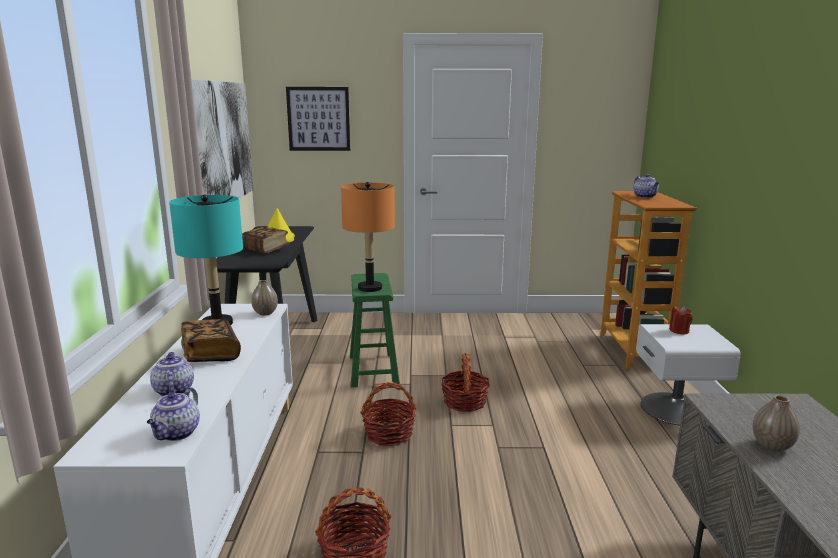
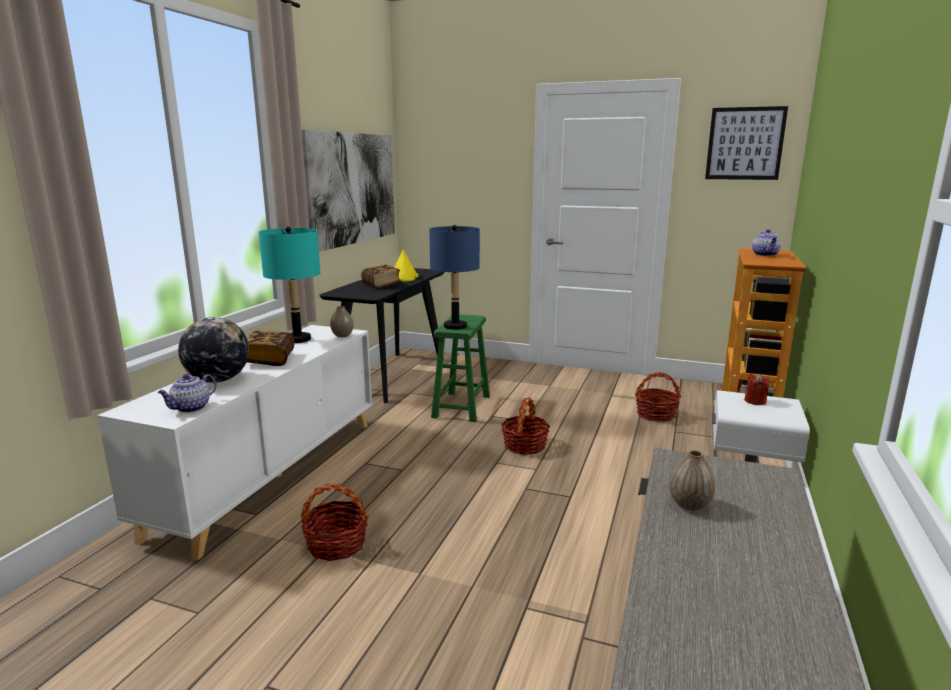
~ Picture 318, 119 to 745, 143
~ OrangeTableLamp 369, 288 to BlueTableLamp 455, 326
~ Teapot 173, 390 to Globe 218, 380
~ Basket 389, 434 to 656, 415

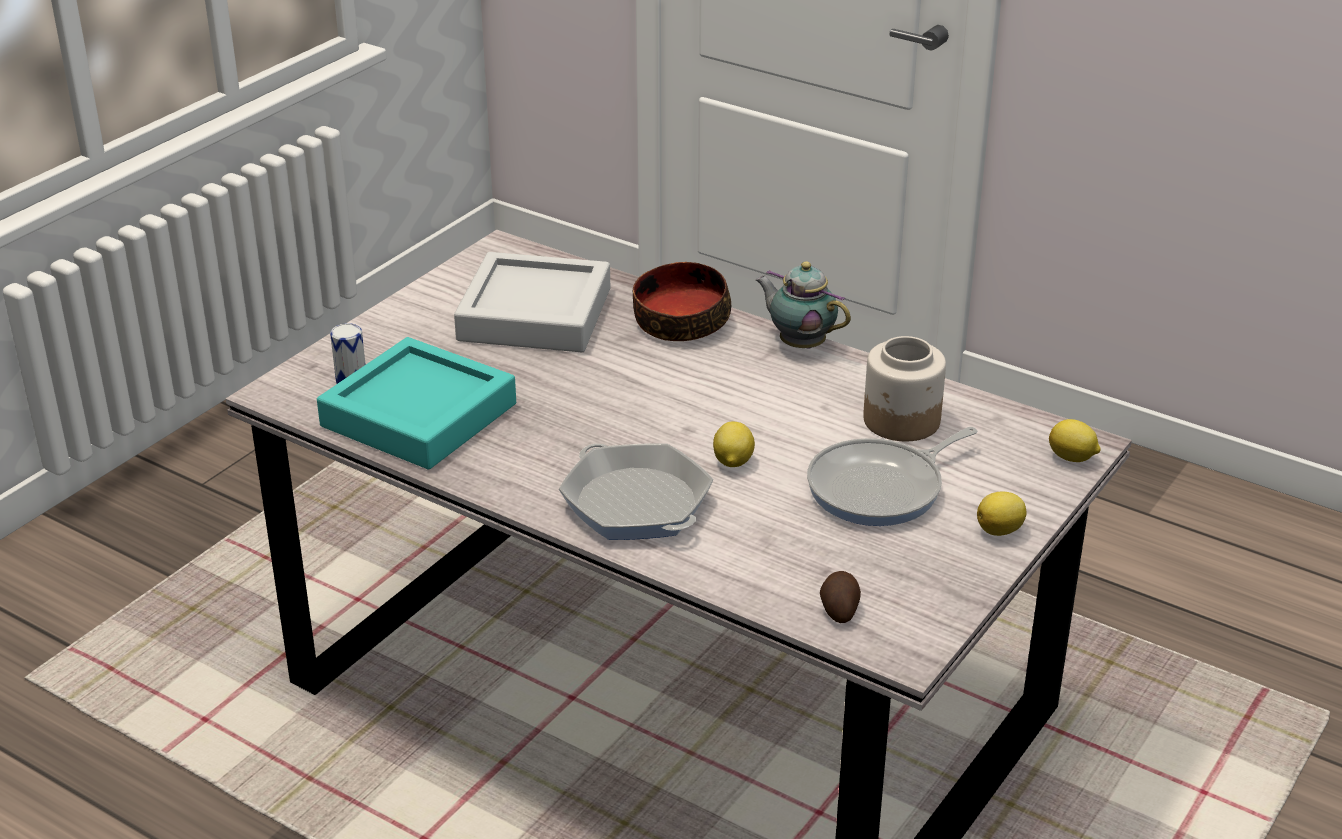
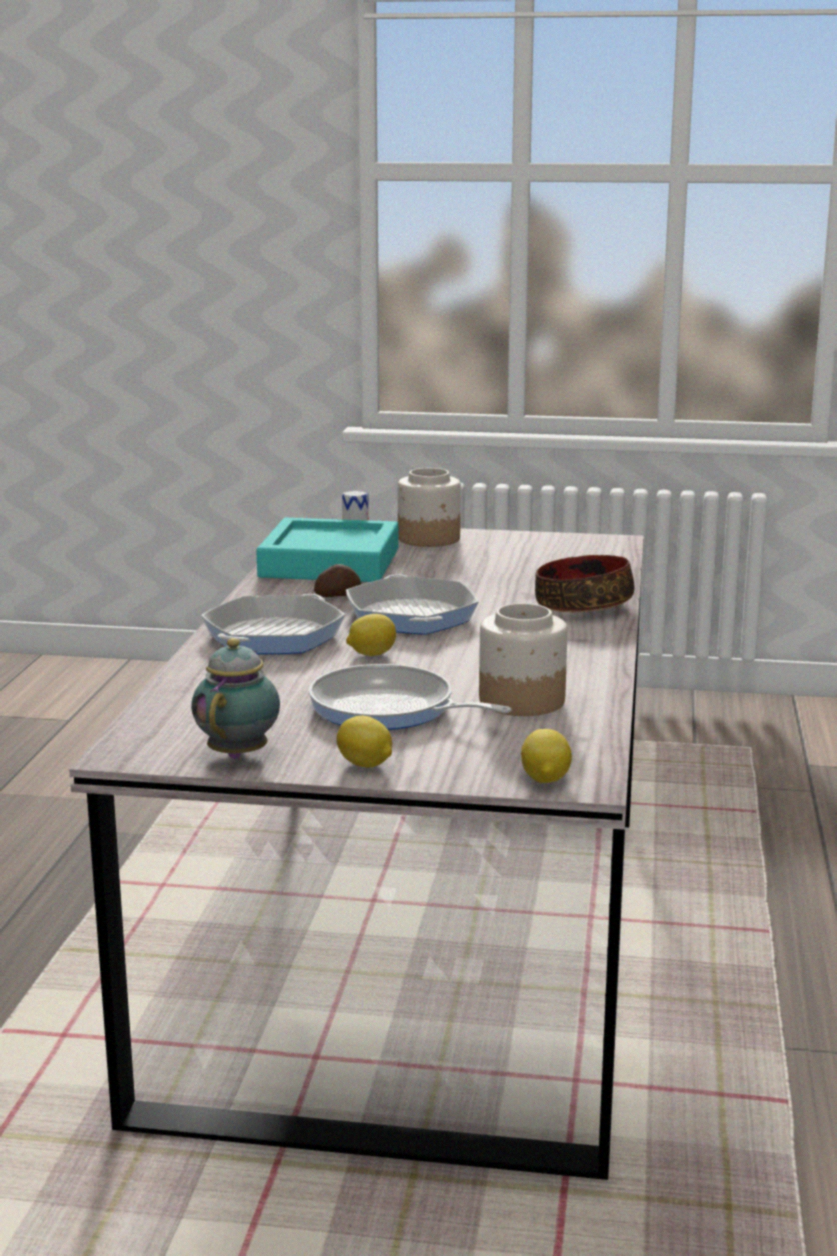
- GreyTray 535, 314
~ Teapot 799, 344 to 240, 753
~ Potato 839, 609 to 337, 595
+ Jar 429, 539
+ FryingPan 411, 616

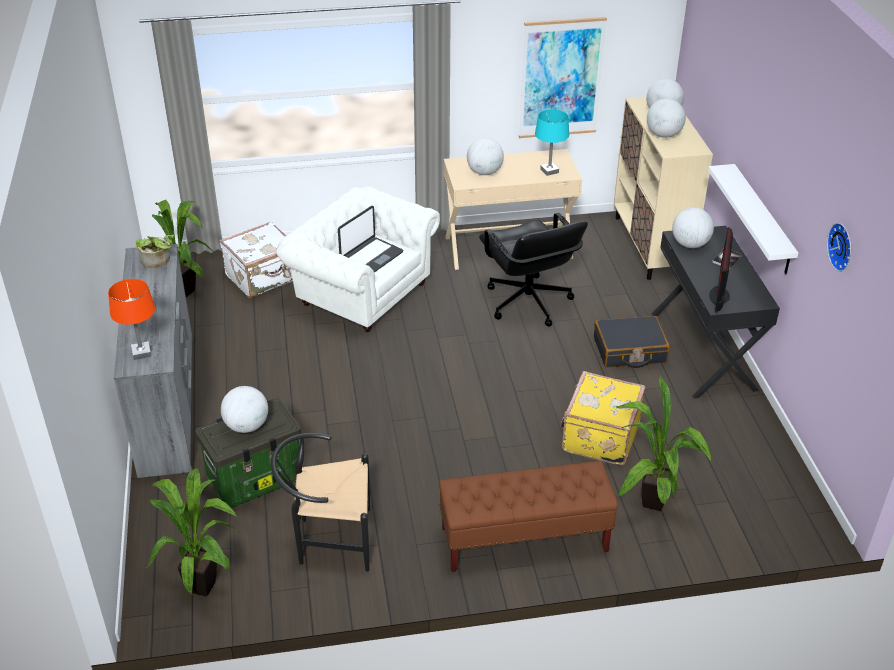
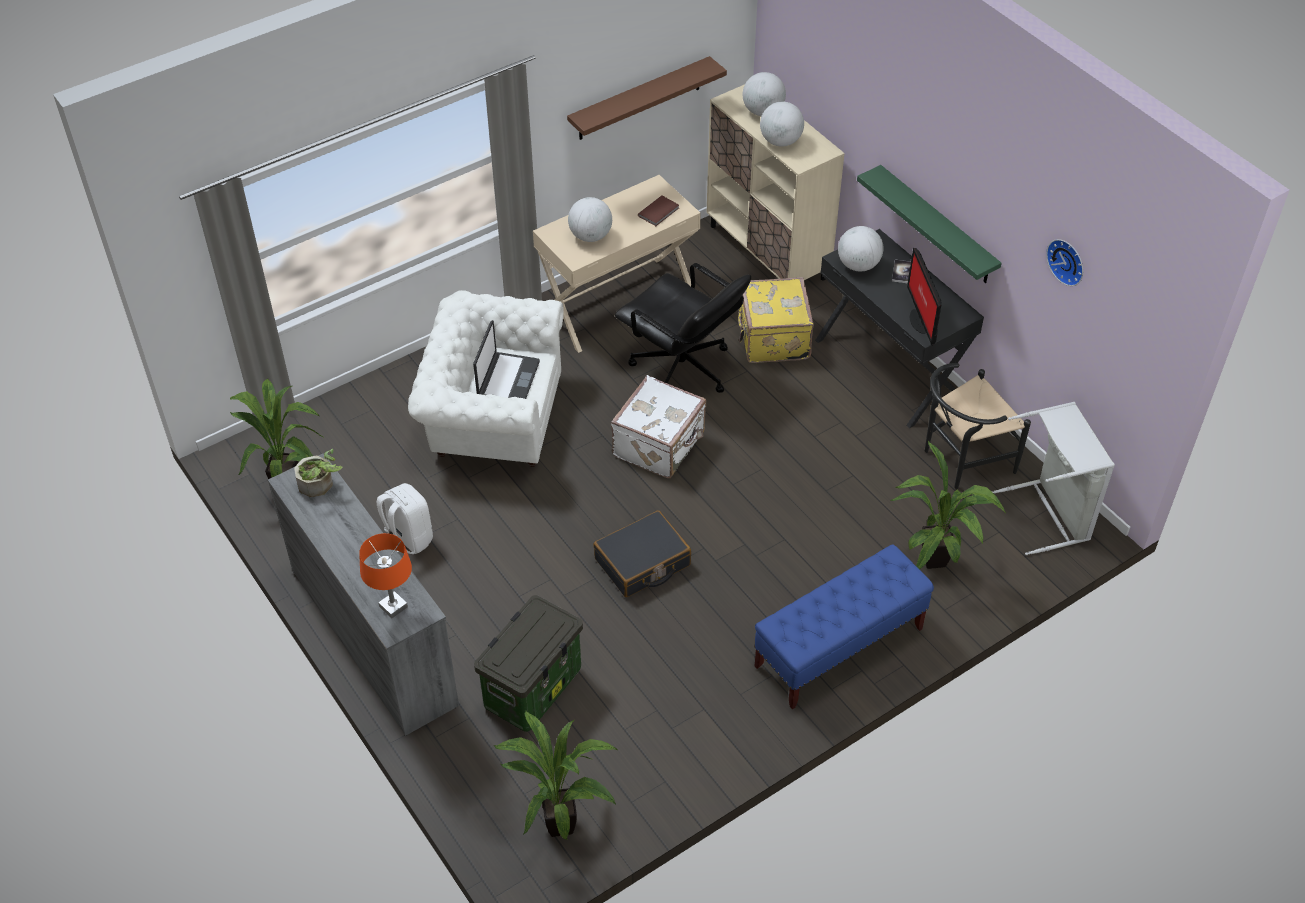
~ Picture 561, 78 to BrownShelf 639, 99
~ TurquoiseTableLamp 549, 171 to BrownBook 659, 212
~ WhiteShelf 762, 220 to GreenShelf 937, 226
~ WhiteSuitcase 263, 278 to 660, 445
~ BlackSuitcase 629, 351 to 642, 563
~ YellowSuitcase 599, 436 to 772, 338
- Globe 247, 426
~ BlackChair 328, 540 to 961, 460
~ BrownBench 524, 540 to BlueBench 838, 648
+ GreyLaundryBasket 1049, 514
+ WhiteBackpack 407, 538

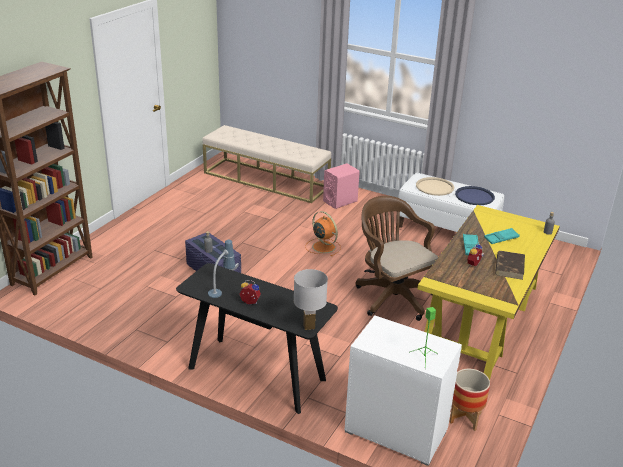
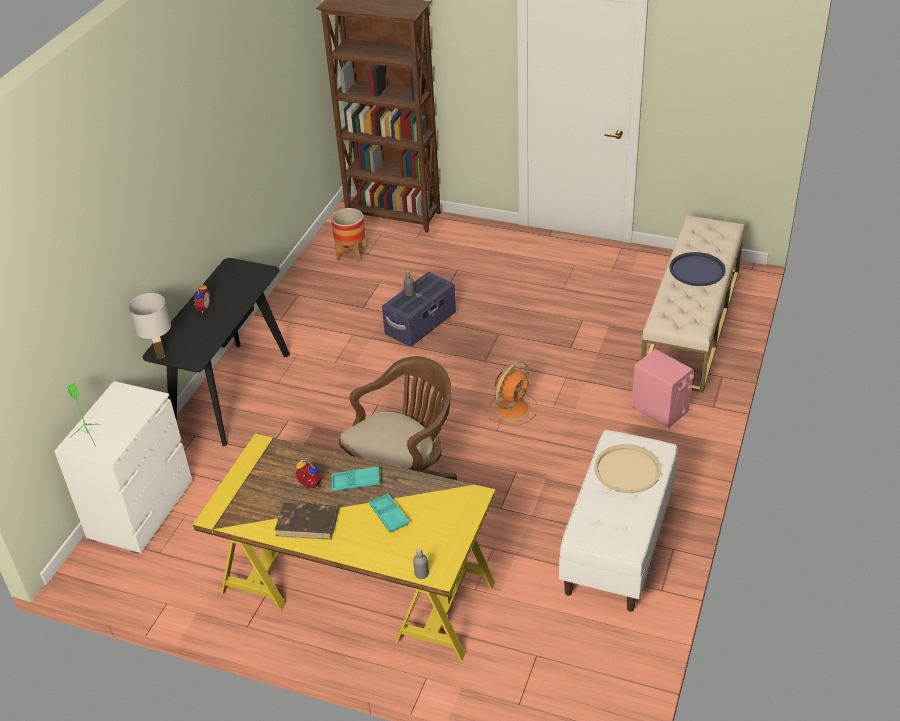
~ BlueTray 474, 196 to 697, 270
- TableLamp 222, 289
~ Planter 465, 418 to 351, 254

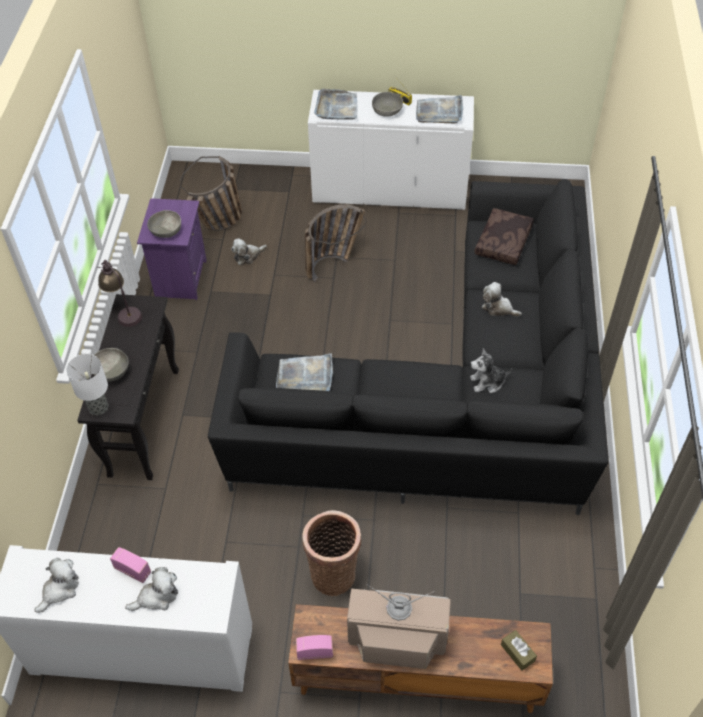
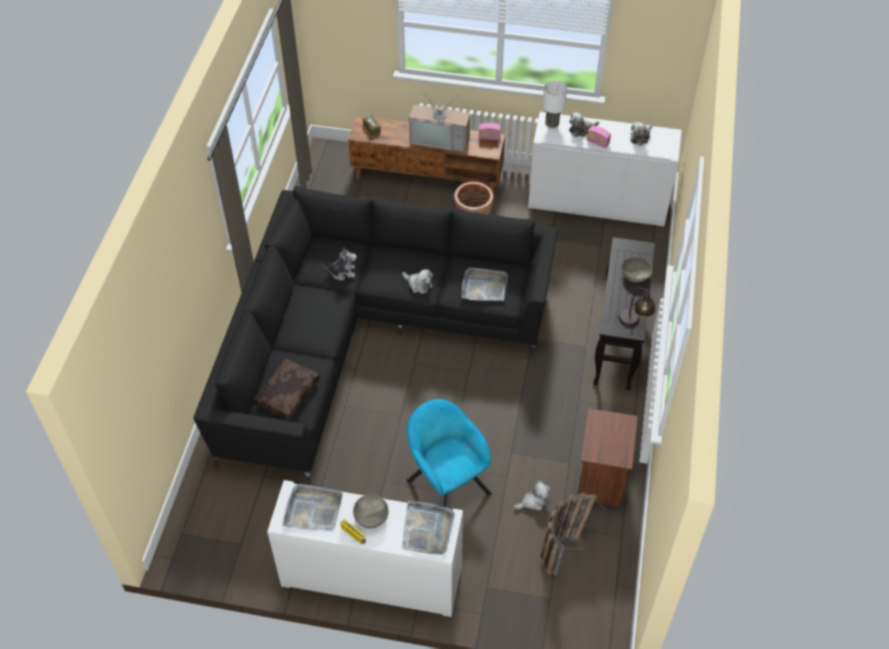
~ PurpleNightstand 179, 278 to BrownNightstand 602, 481
~ Basket 333, 263 to TurquoiseArmchair 446, 483
- GreyBowl 166, 231
~ PlushToy 498, 308 to 418, 284
~ TableLamp 99, 407 to 551, 123

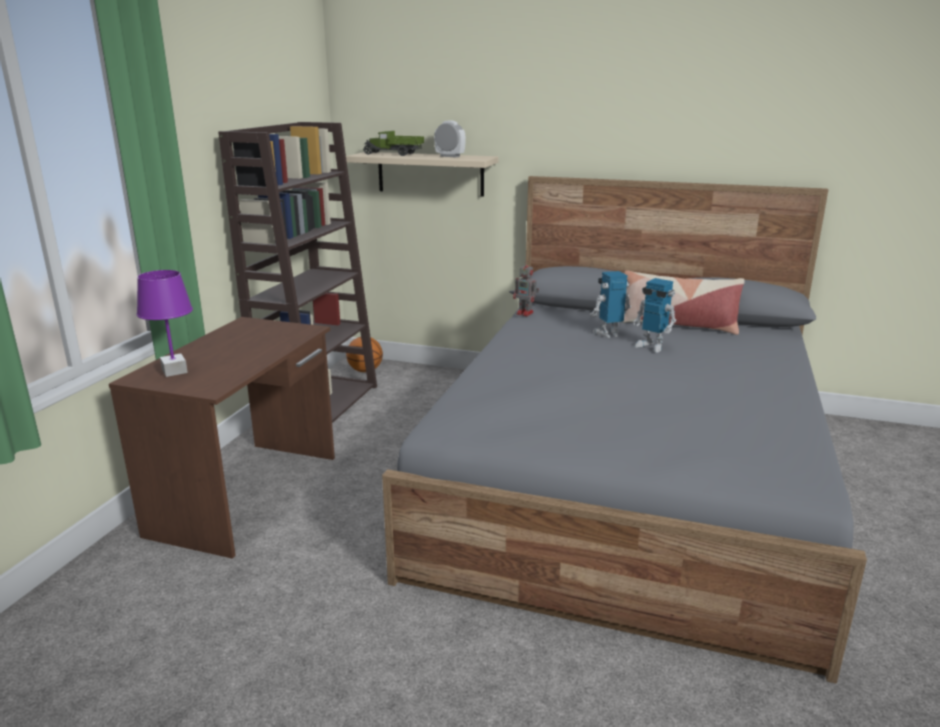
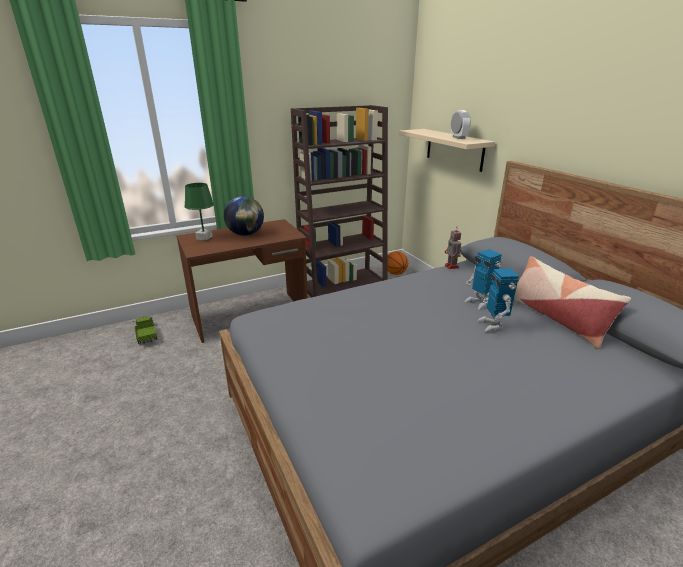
~ ToyTruck 394, 154 to 146, 335
~ PurpleTableLamp 174, 371 to GreenTableLamp 204, 238
~ ToyRobot 608, 334 = 479, 303 150 degrees counterclockwise
+ Globe 246, 234

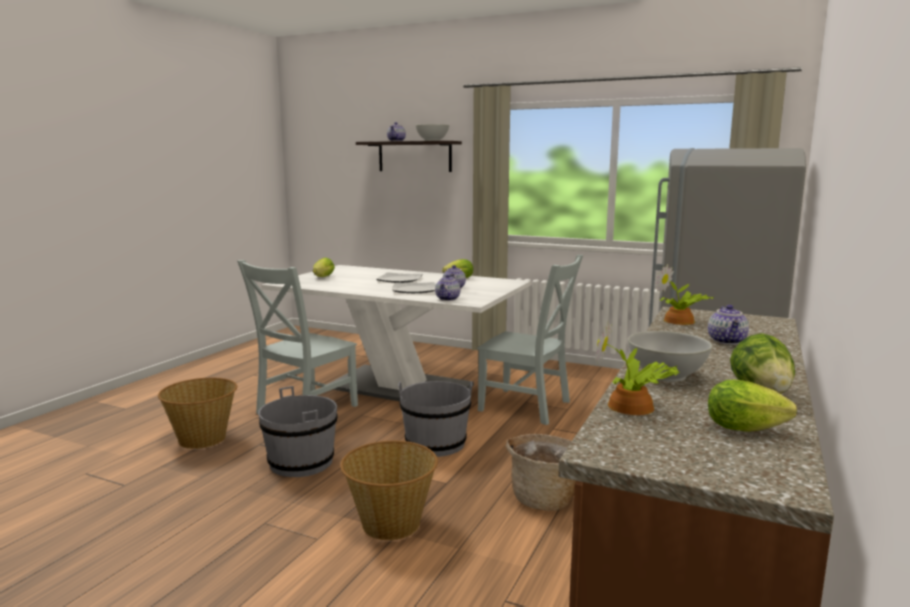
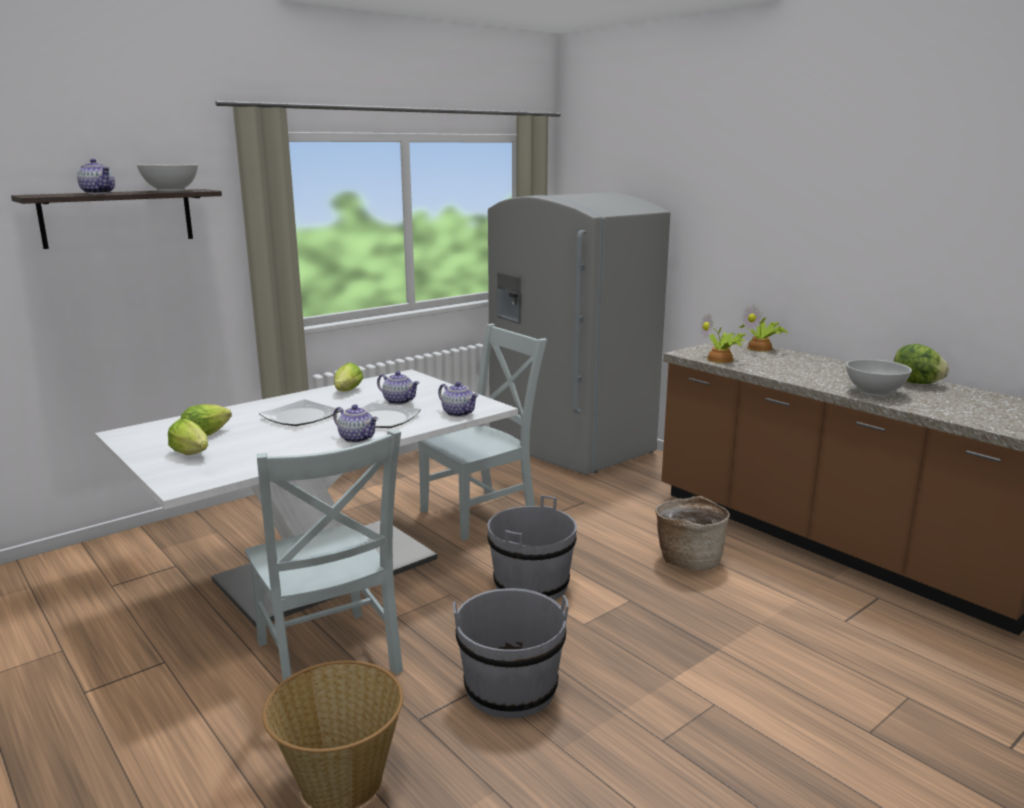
~ Teapot 727, 341 to 357, 438
~ PottedPlant 632, 407 to 761, 348
~ Lettuce 749, 429 to 209, 434
- Basket 390, 523

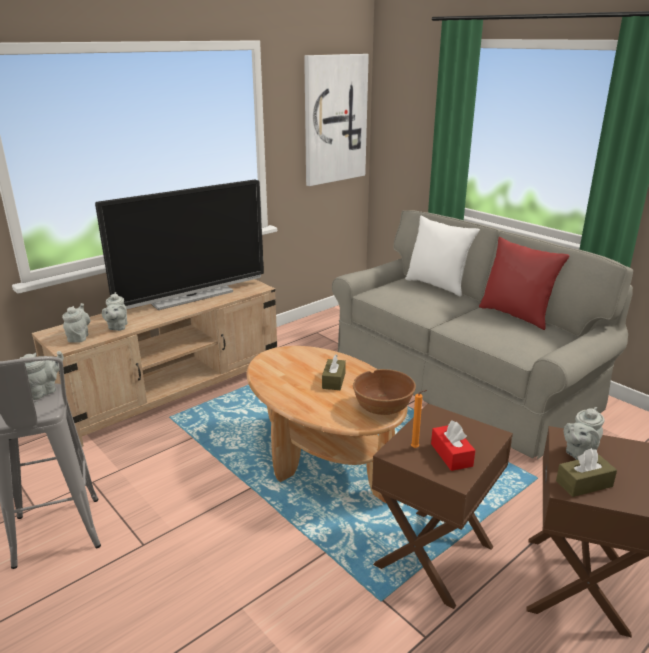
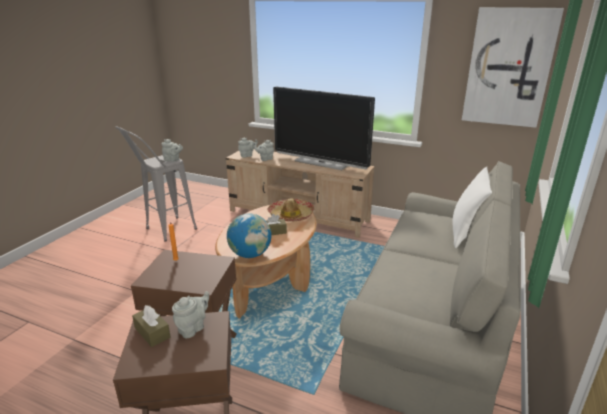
- RedPillow 516, 315
~ BrownBowl 382, 408 to Globe 250, 254
~ GreyTeapot 579, 453 = 193, 328 105 degrees clockwise
- RedTissueBox 451, 455
+ Hat 291, 215

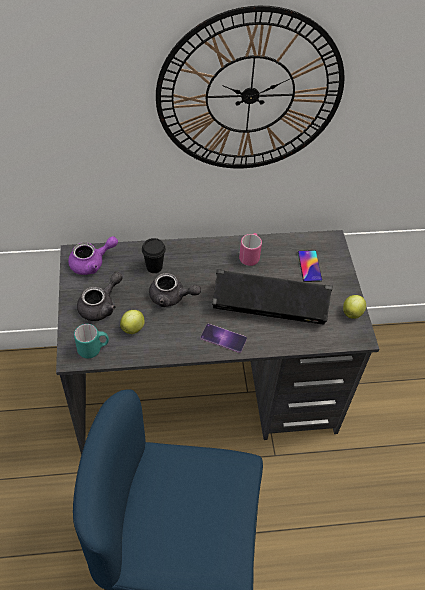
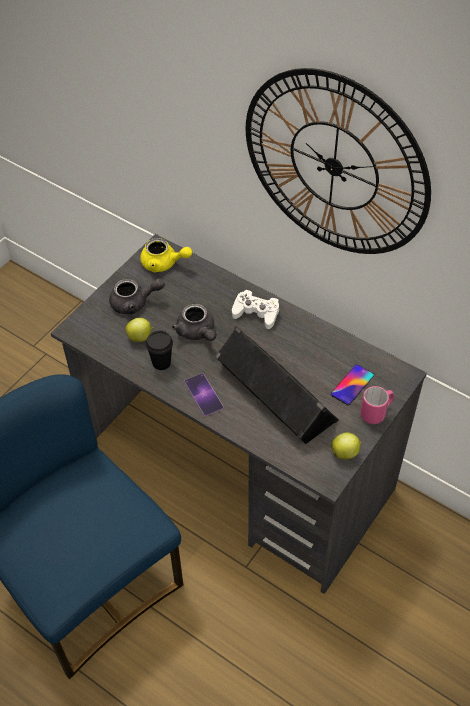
~ PinkMug 250, 256 to 376, 412
~ PurpleTeapot 92, 263 to YellowTeapot 164, 263
~ BlackCup 154, 267 to 161, 363
- TurquoiseMug 93, 349
+ WhiteGameController 256, 313

